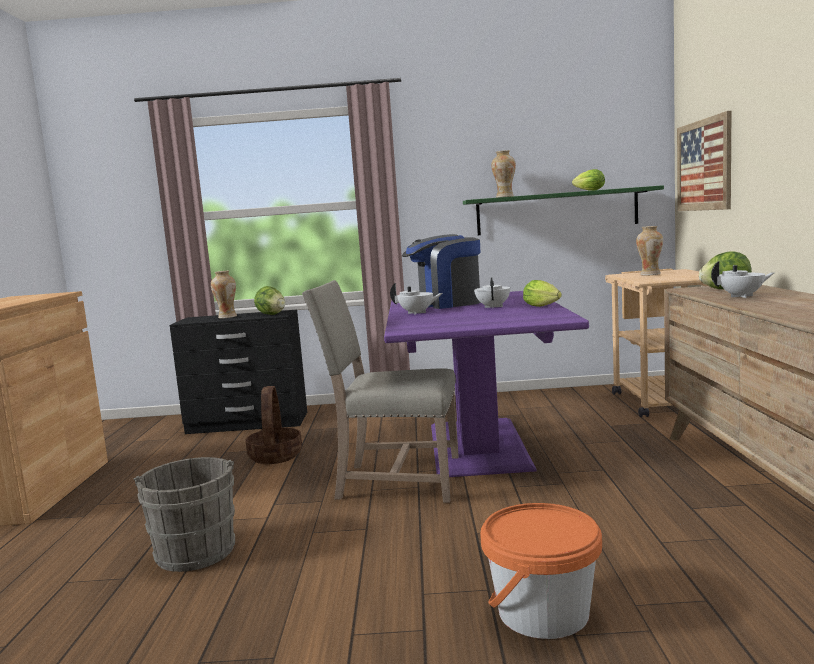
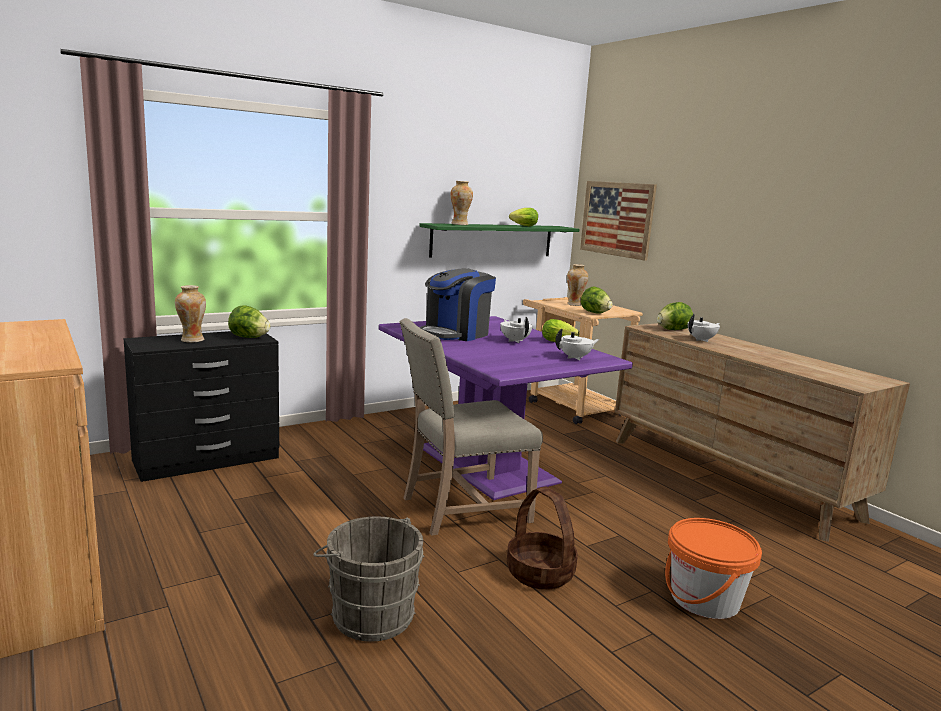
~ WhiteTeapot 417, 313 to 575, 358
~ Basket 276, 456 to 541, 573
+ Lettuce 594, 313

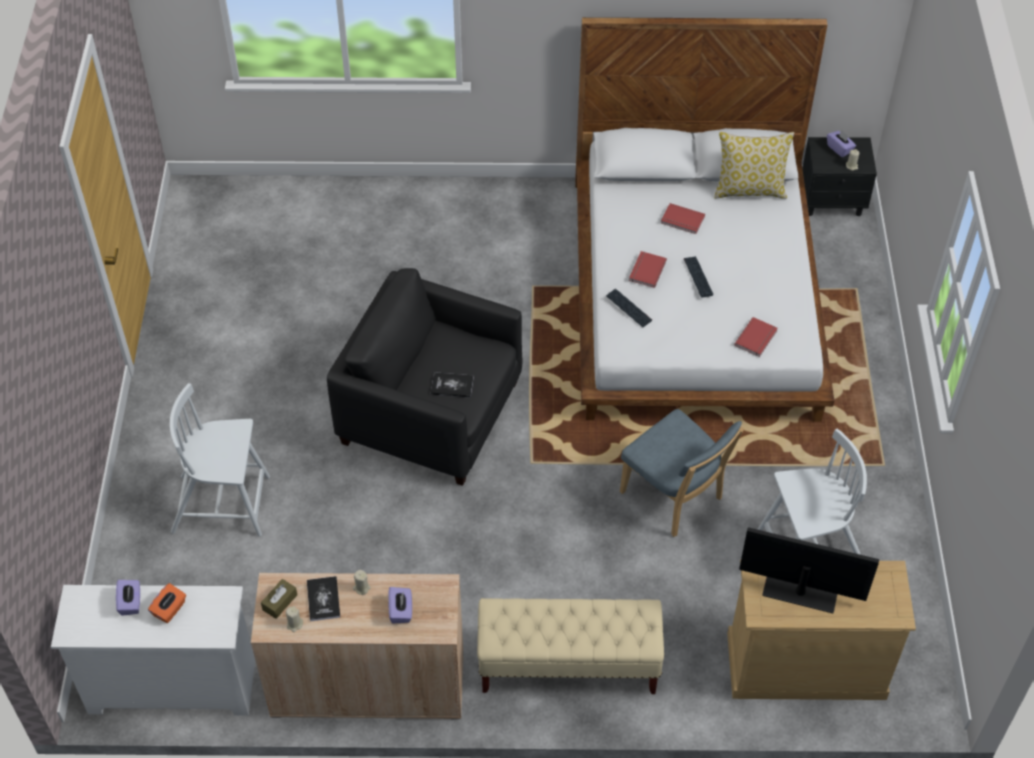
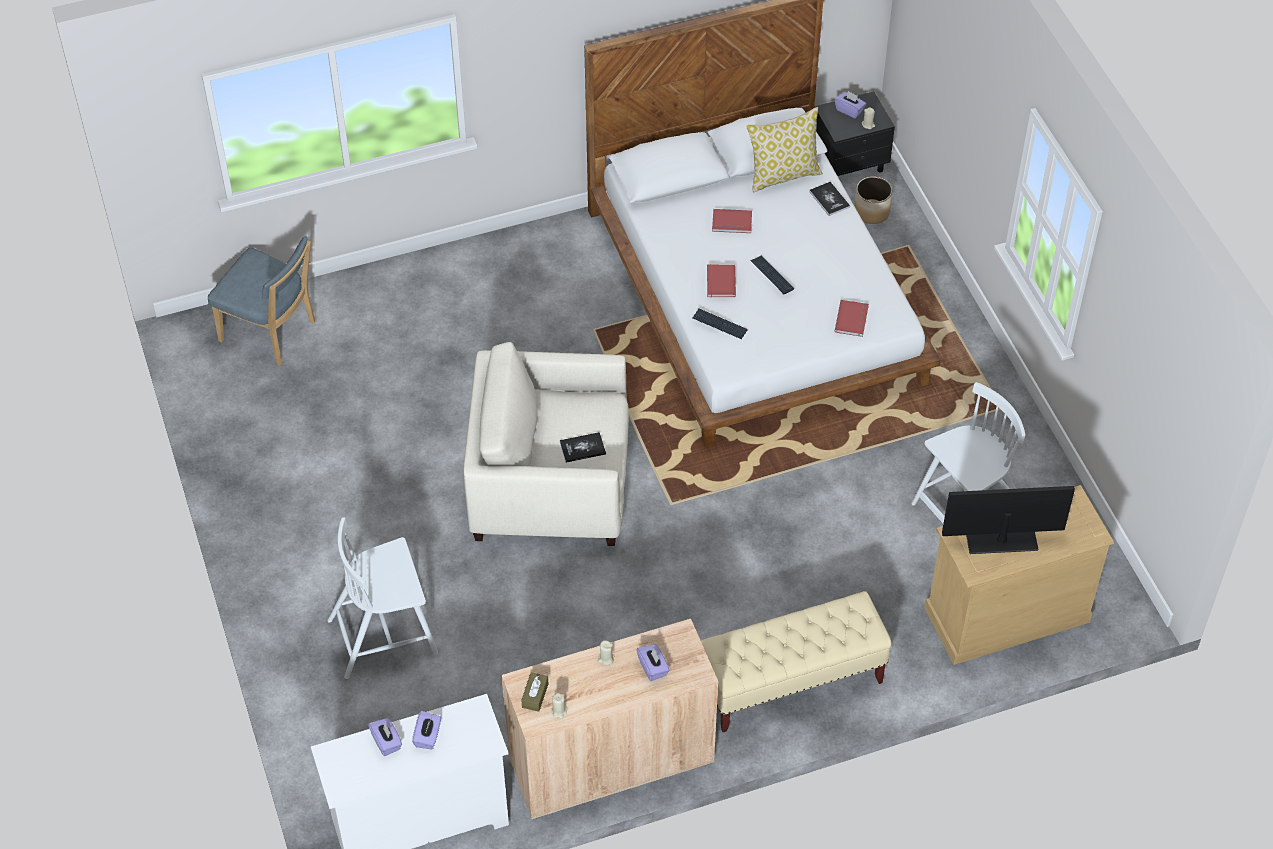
~ BlackArmchair 431, 413 to BeigeArmchair 550, 485
~ BlueChair 674, 498 to 271, 333
~ Book 323, 599 to 829, 199
~ OrangeTissueBox 169, 610 to PurpleTissueBox 428, 736
+ Planter 871, 212

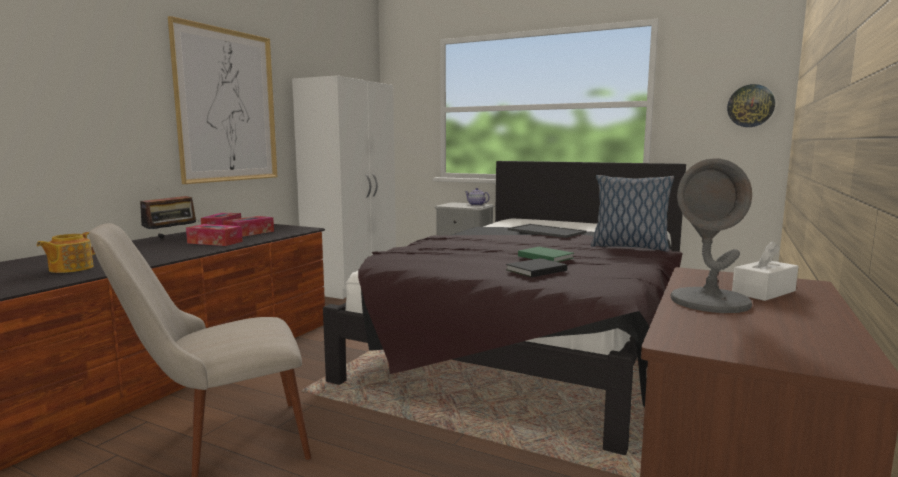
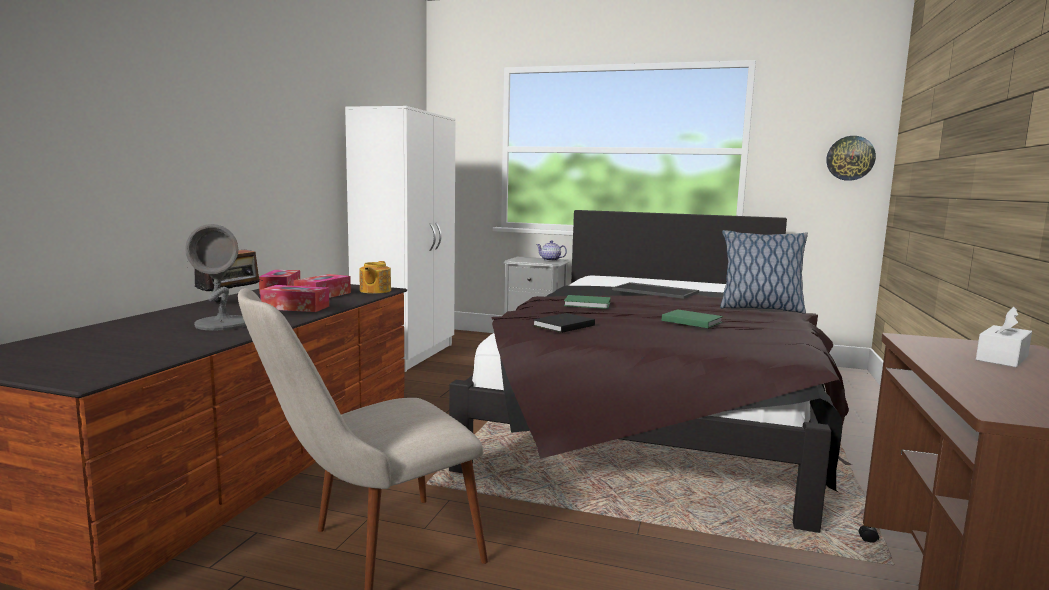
- Picture 227, 106
~ GreyTableLamp 710, 302 to 223, 324
~ Teapot 70, 269 to 374, 291
~ BlackBook 534, 270 to 562, 325
+ GreenBook 588, 304

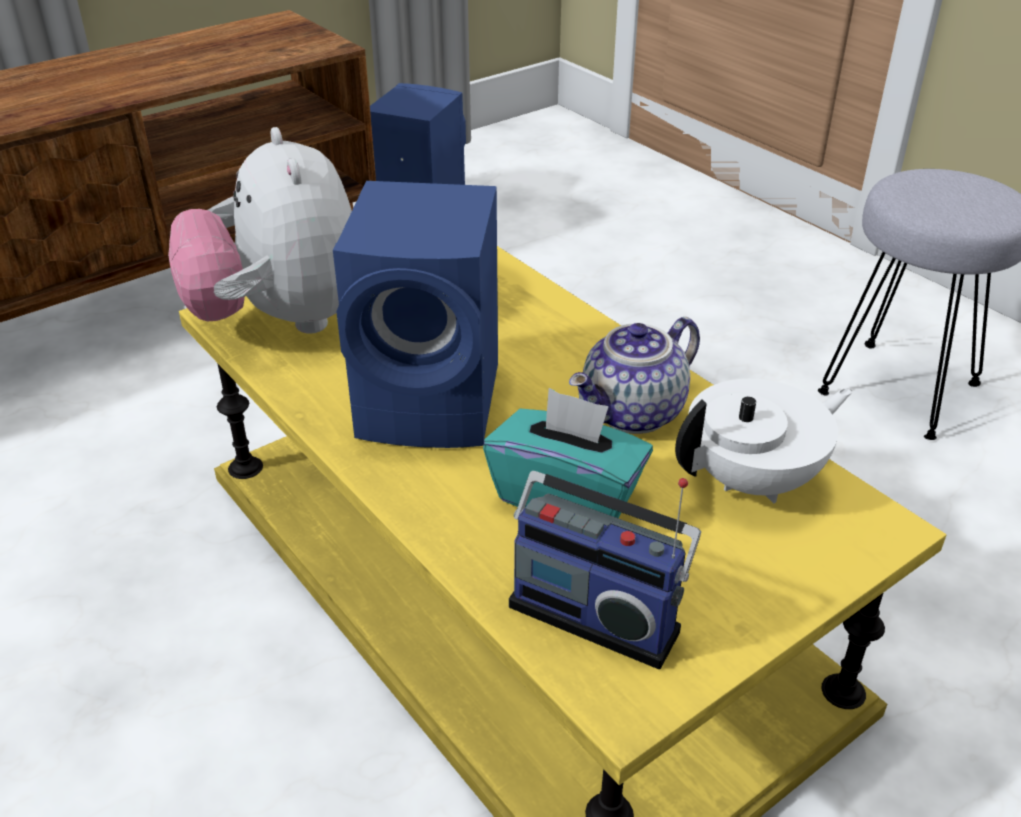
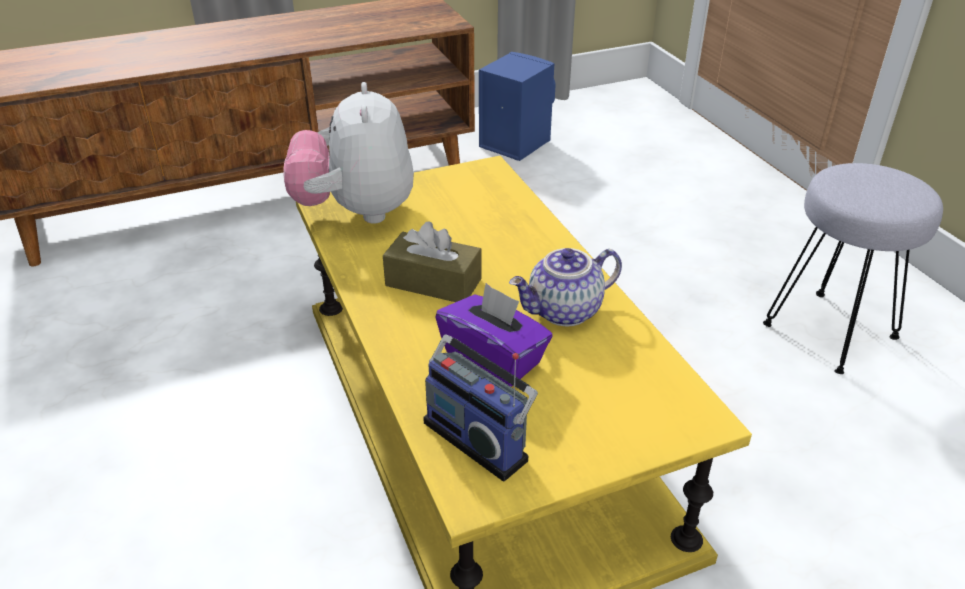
~ BlueSpeaker 435, 402 to BrownTissueBox 433, 282
- WhiteTeapot 754, 480
~ TurquoiseTissueBox 567, 496 to PurpleTissueBox 494, 359

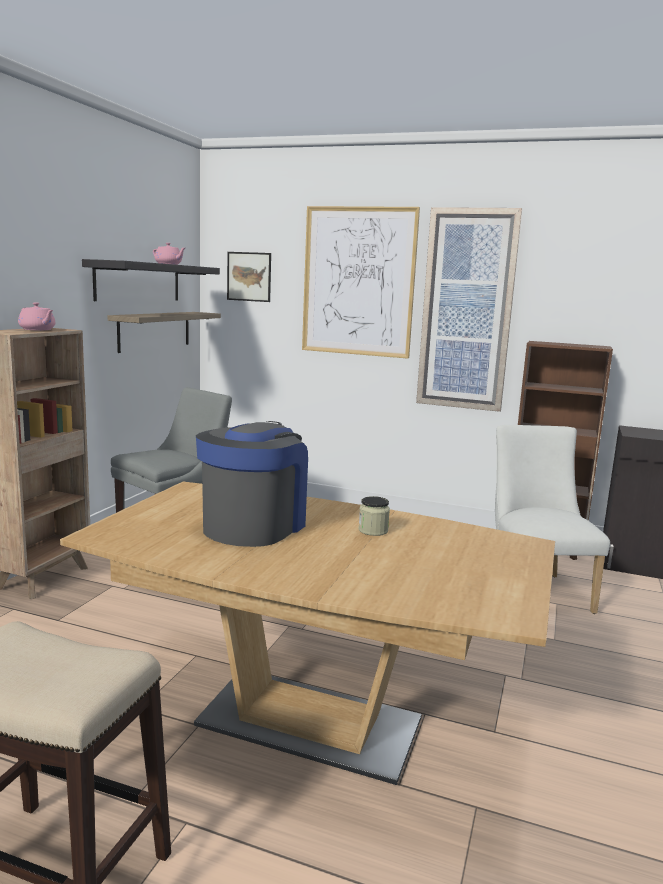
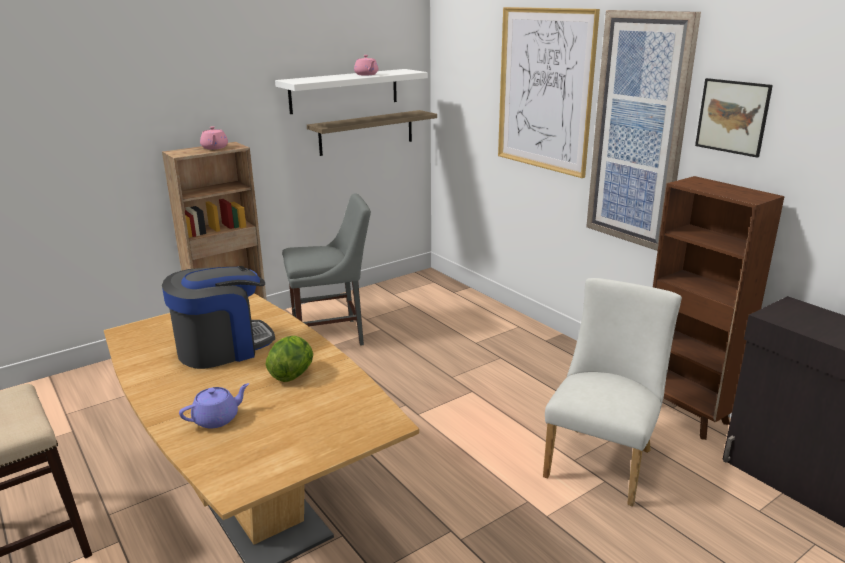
~ Picture 249, 276 to 732, 117
~ BlackShelf 138, 282 to WhiteShelf 344, 91
~ Jar 373, 530 to Lettuce 292, 374
+ PurpleTeapot 217, 419

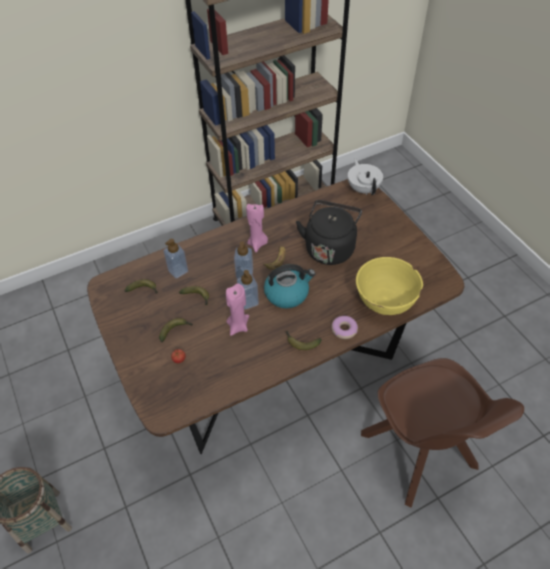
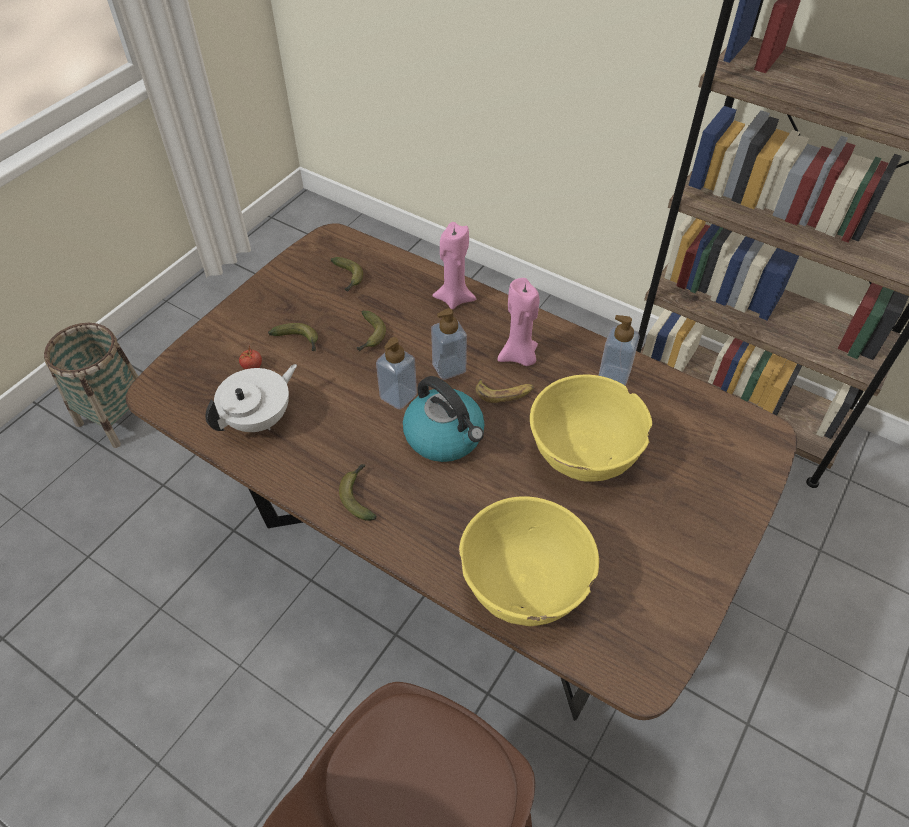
~ WhiteTeapot 363, 189 to 260, 419
~ BlackKettle 329, 247 to YellowBowl 583, 452
~ SoapDispenser 178, 271 to 614, 375
~ PinkCandle 238, 326 to 454, 298
- Donut 344, 329

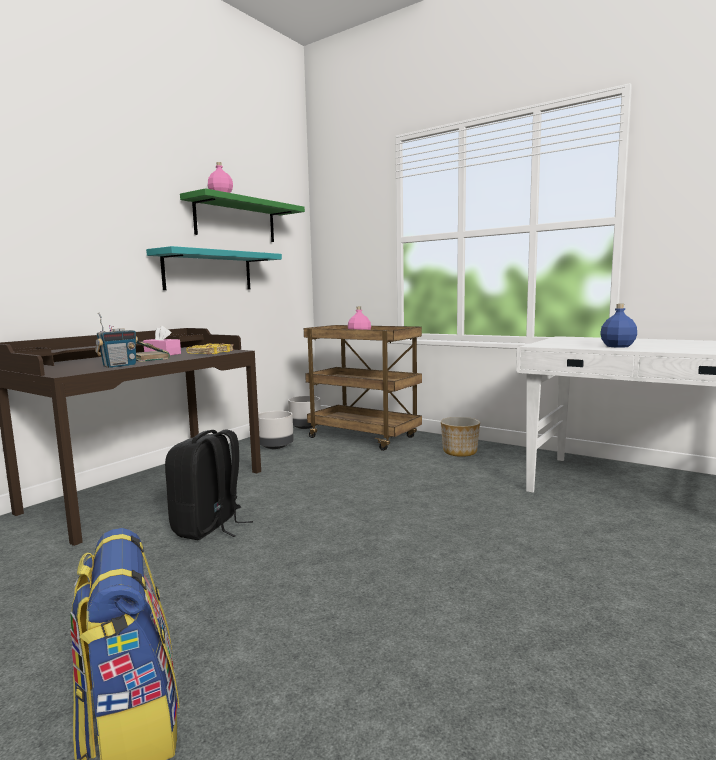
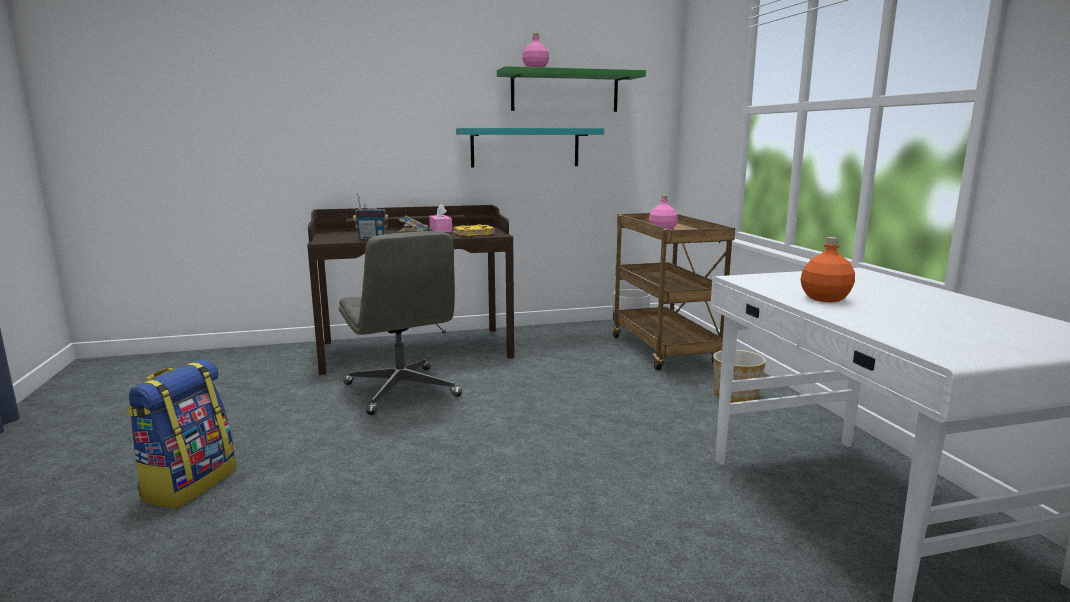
~ BlueBottle 617, 346 to OrangeBottle 825, 299
- GreyPlanter 275, 446
~ BlackBackpack 209, 527 to GreyOfficeChair 402, 391

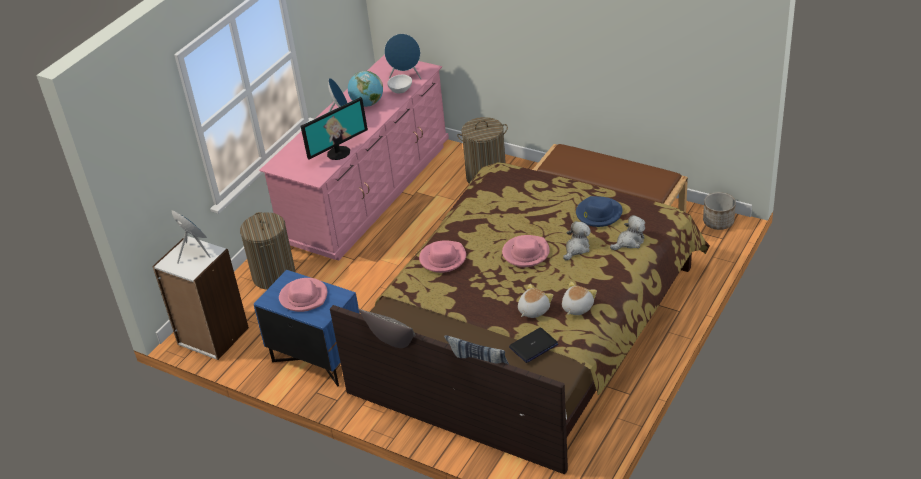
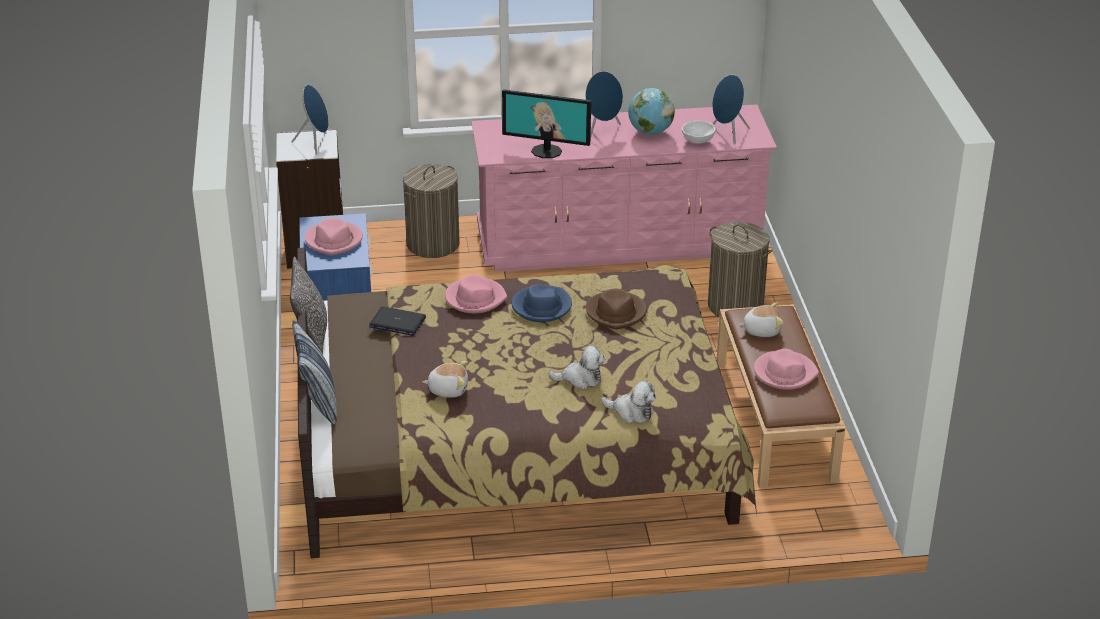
- Planter 718, 222
~ BlueHat 598, 214 to 541, 306
~ PinkHat 526, 253 to 784, 373
~ PlushToy 576, 307 to 761, 330
~ Laptop 533, 346 to 397, 322
+ BrownHat 616, 312

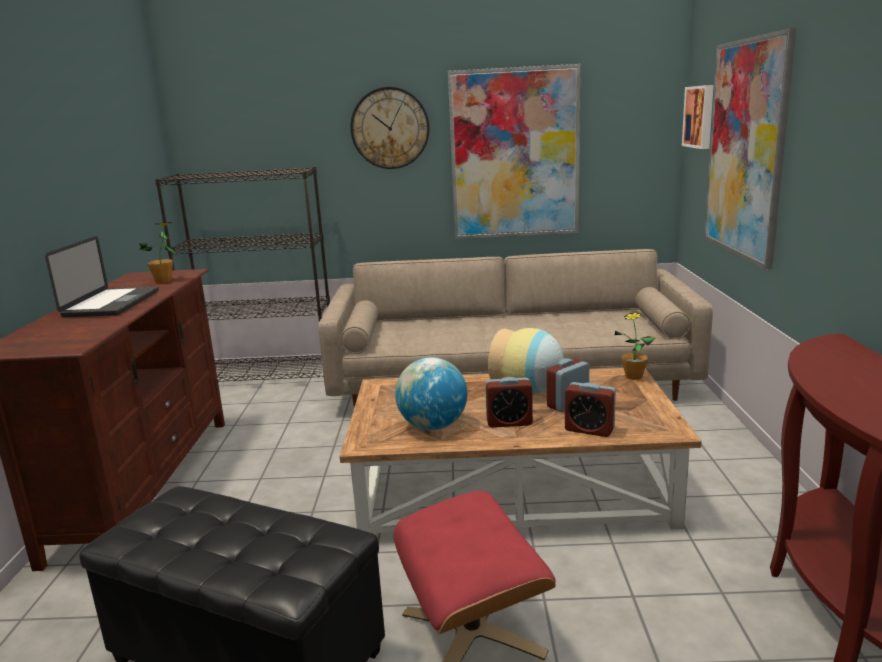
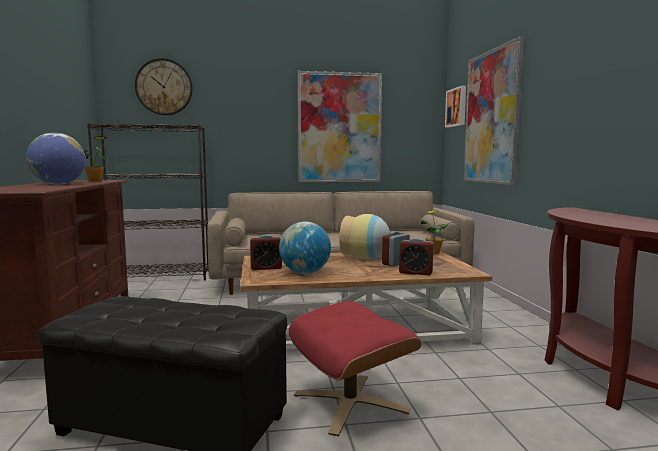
~ WallClock 390, 128 to 164, 87
~ Laptop 112, 303 to Globe 58, 184
~ AlarmClock 509, 422 to 266, 268

